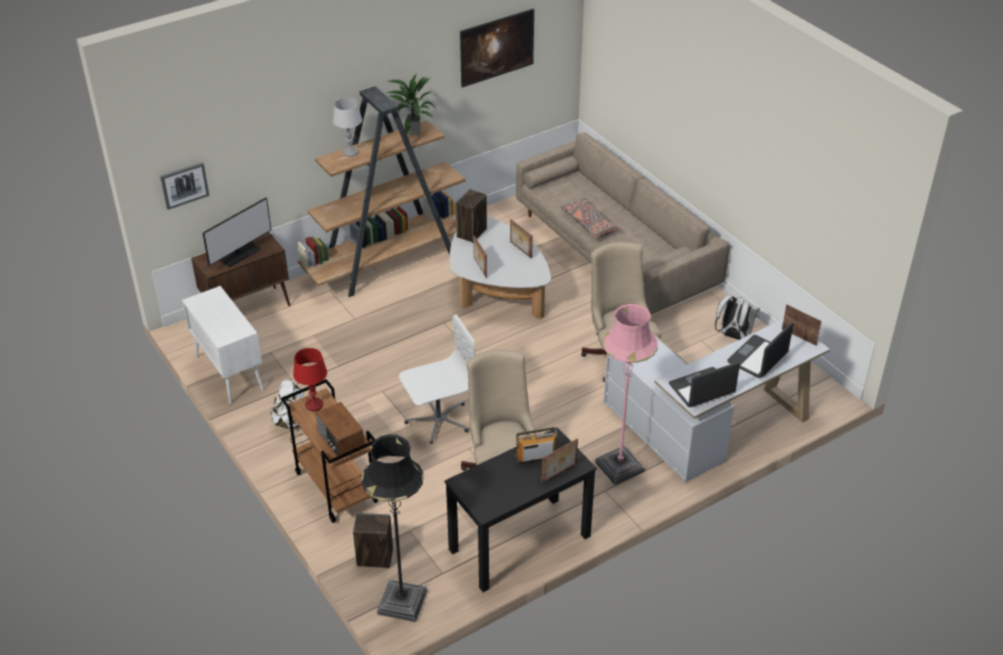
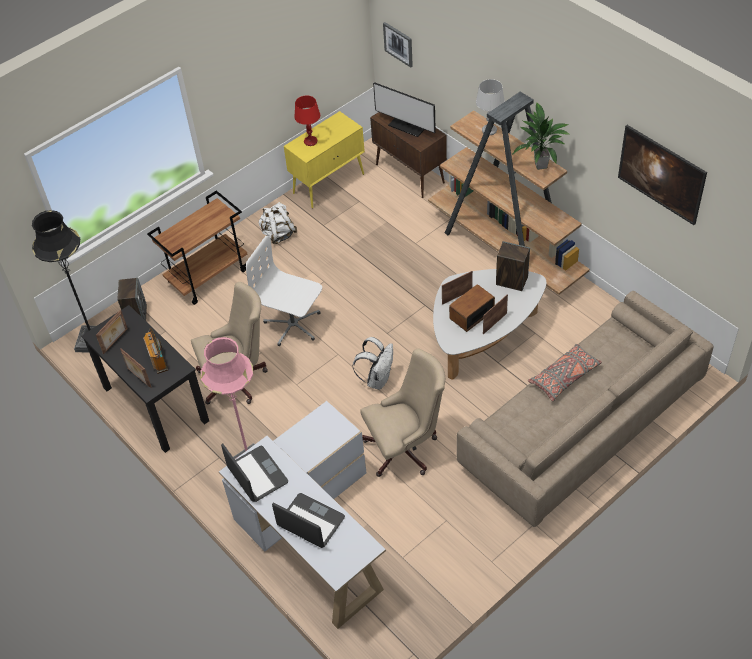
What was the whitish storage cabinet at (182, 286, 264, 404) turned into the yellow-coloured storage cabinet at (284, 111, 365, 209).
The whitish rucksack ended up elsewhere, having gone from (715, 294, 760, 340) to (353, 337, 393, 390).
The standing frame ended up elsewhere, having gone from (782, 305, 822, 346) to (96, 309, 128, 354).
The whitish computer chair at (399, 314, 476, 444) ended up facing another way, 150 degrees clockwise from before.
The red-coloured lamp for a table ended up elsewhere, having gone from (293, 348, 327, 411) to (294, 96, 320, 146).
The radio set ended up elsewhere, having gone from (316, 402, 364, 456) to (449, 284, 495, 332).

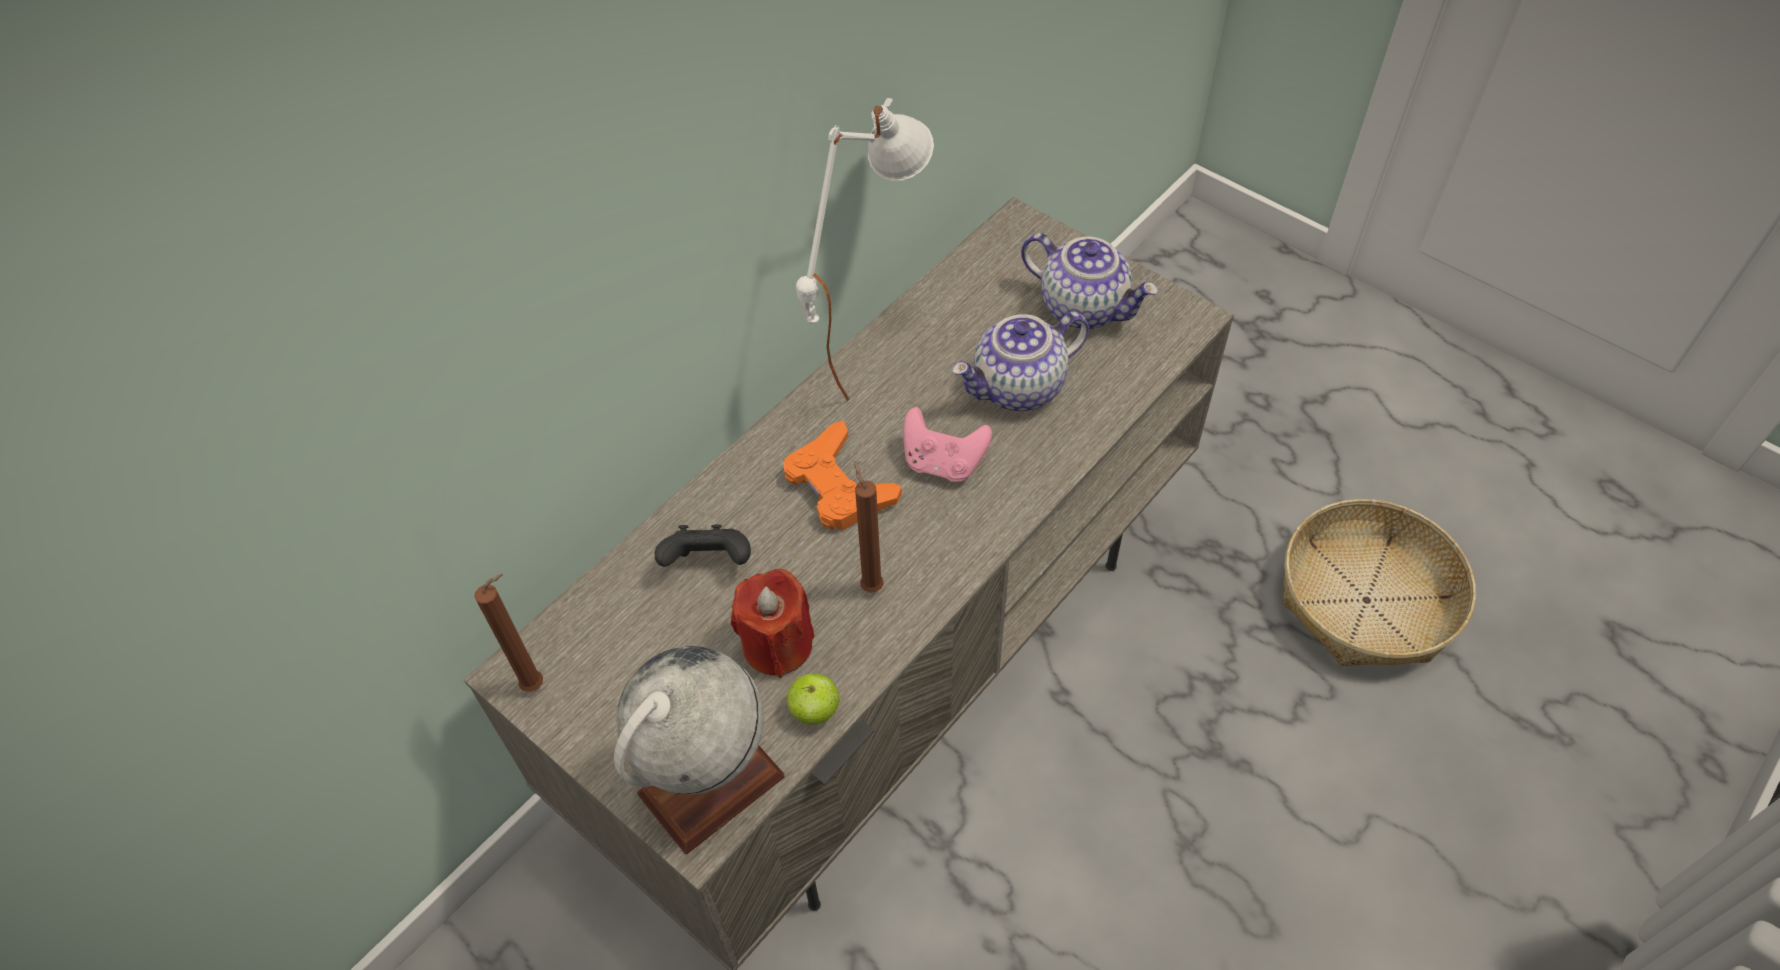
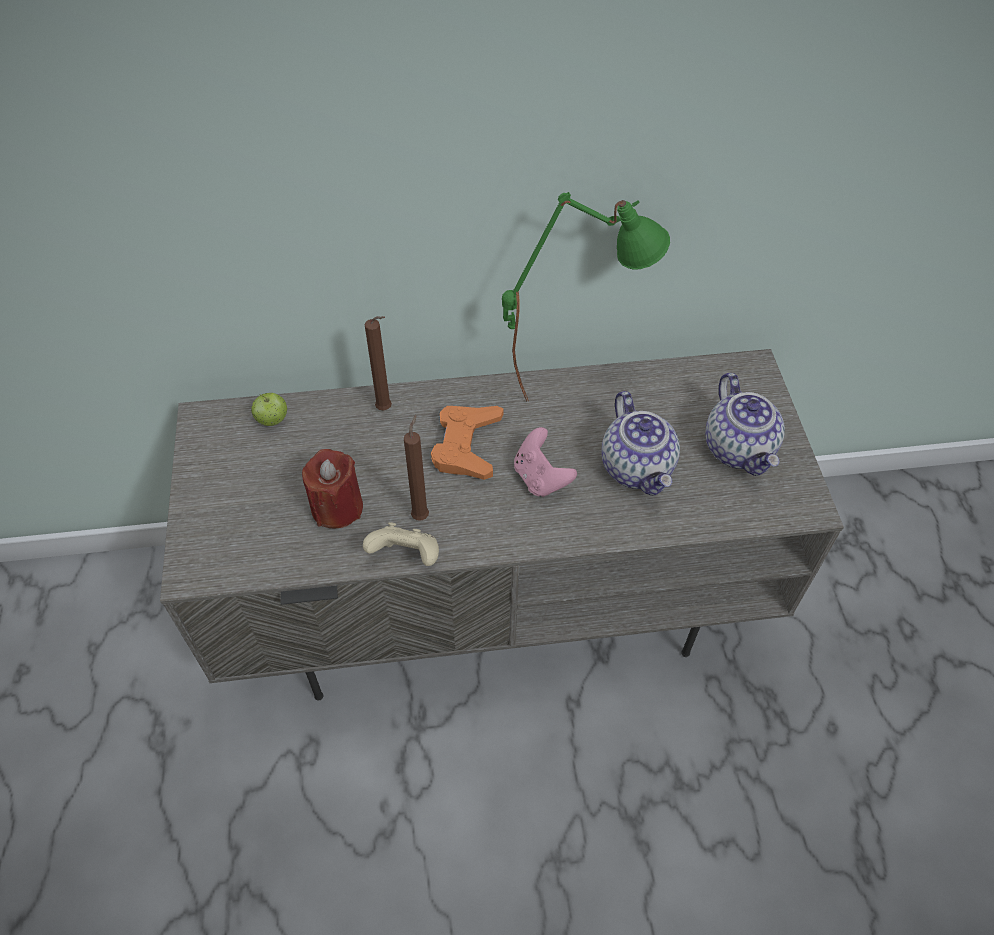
What was the whitish lamp for a table at (796, 98, 934, 401) turned into the greenish lamp for a table at (502, 192, 670, 401).
The teapot at (952, 312, 1089, 411) ended up facing another way, 120 degrees counterclockwise from before.
The second view lost the storage basket at (1283, 499, 1476, 666).
The second view lost the black gamepad at (654, 524, 751, 567).
The brownish wax light ended up elsewhere, having gone from (474, 574, 543, 692) to (365, 316, 392, 411).
The second view lost the desk globe at (614, 646, 785, 854).
The whole apple ended up elsewhere, having gone from (787, 673, 840, 725) to (251, 393, 287, 426).
The second view gained the sand-coloured gamepad at (363, 522, 439, 566).

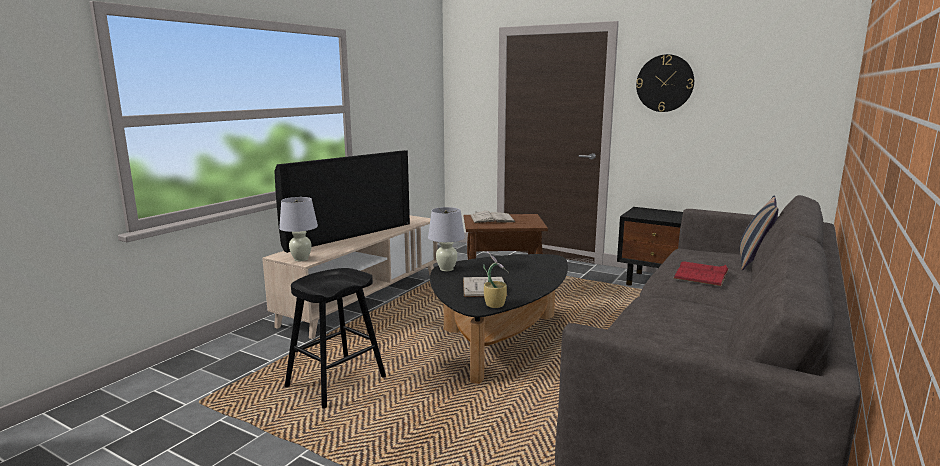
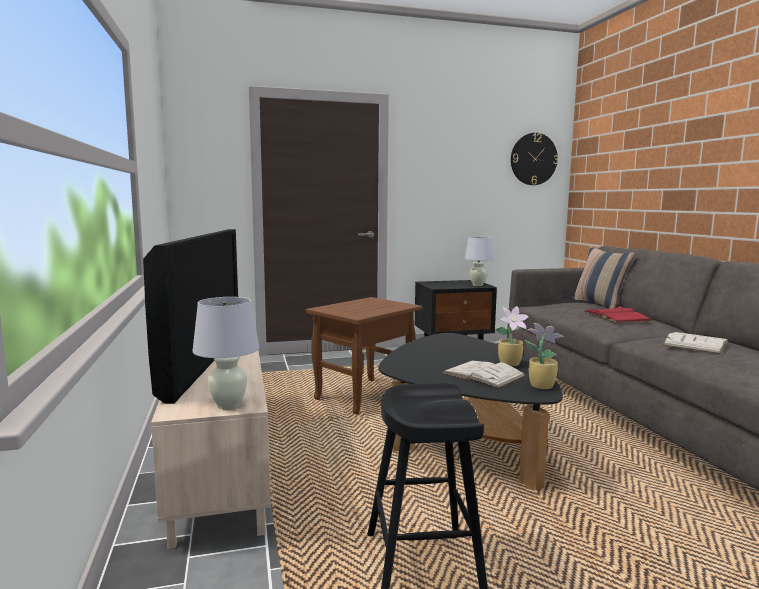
The clock on the wall ended up elsewhere, having gone from (636, 54, 694, 112) to (511, 133, 558, 185).
The whitish lamp for a table ended up elsewhere, having gone from (428, 207, 465, 271) to (464, 237, 494, 286).
The whitish volume ended up elsewhere, having gone from (470, 211, 515, 223) to (663, 332, 728, 354).
The second view gained the plant in a pot at (495, 306, 529, 366).

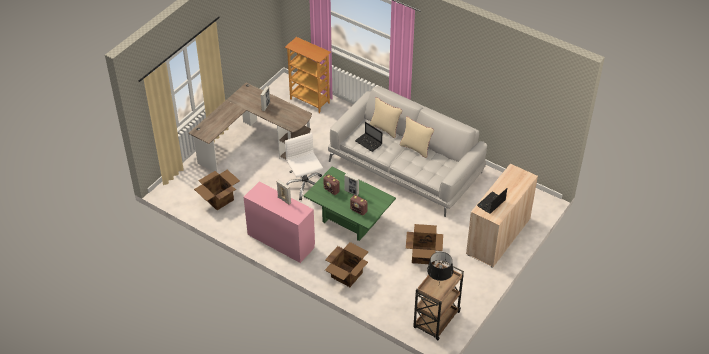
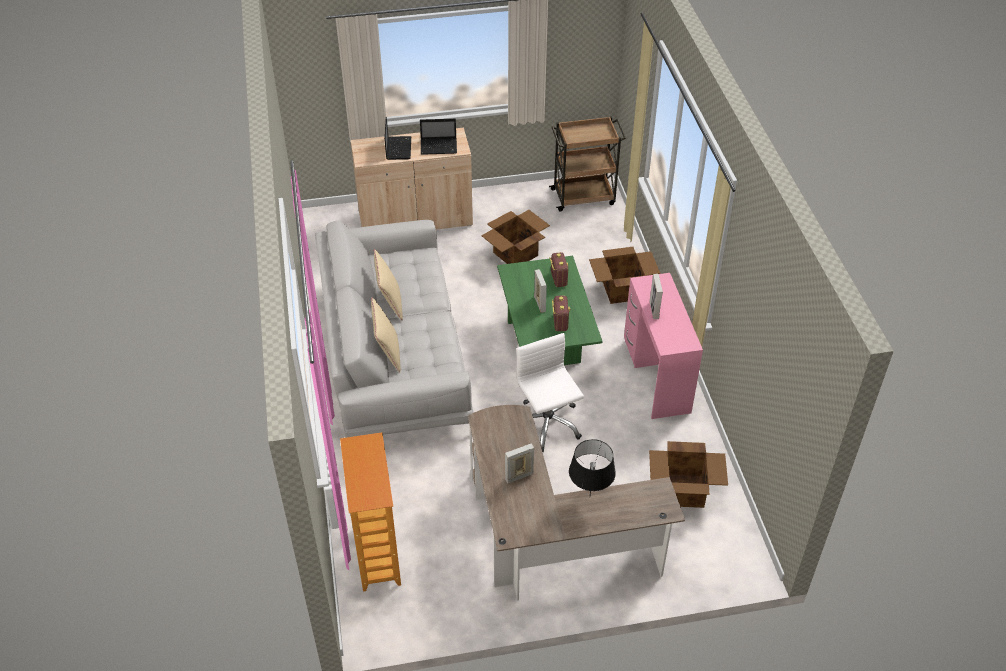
The laptop ended up elsewhere, having gone from (355, 122, 382, 152) to (384, 117, 411, 160).
The whitish computer chair at (285, 133, 323, 201) ended up facing another way, 135 degrees clockwise from before.
The black lamp for a table ended up elsewhere, having gone from (427, 252, 454, 282) to (569, 439, 616, 494).

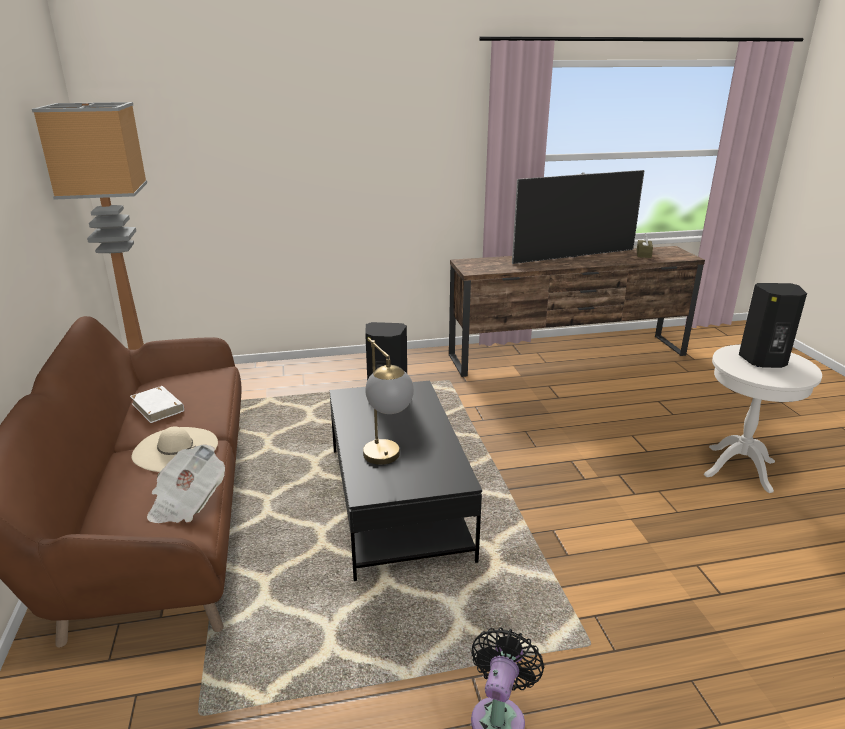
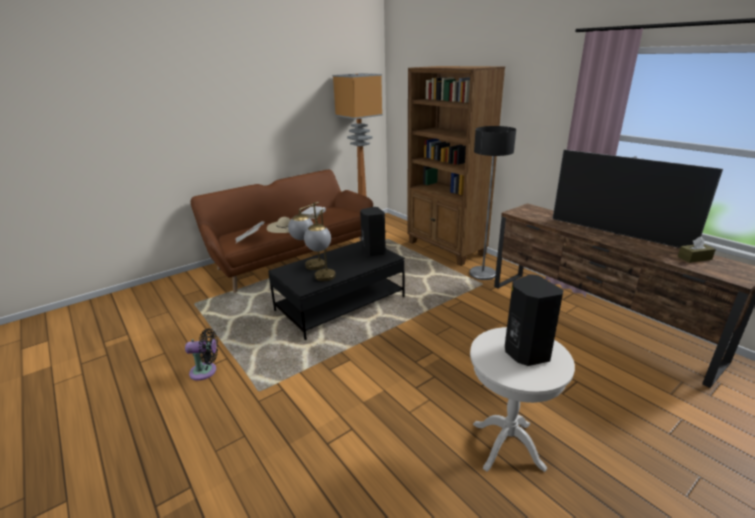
The second view gained the brownish bookshelf at (407, 66, 505, 266).
The second view gained the standing lamp at (469, 126, 516, 280).
The second view gained the lamp for a table at (304, 209, 336, 281).

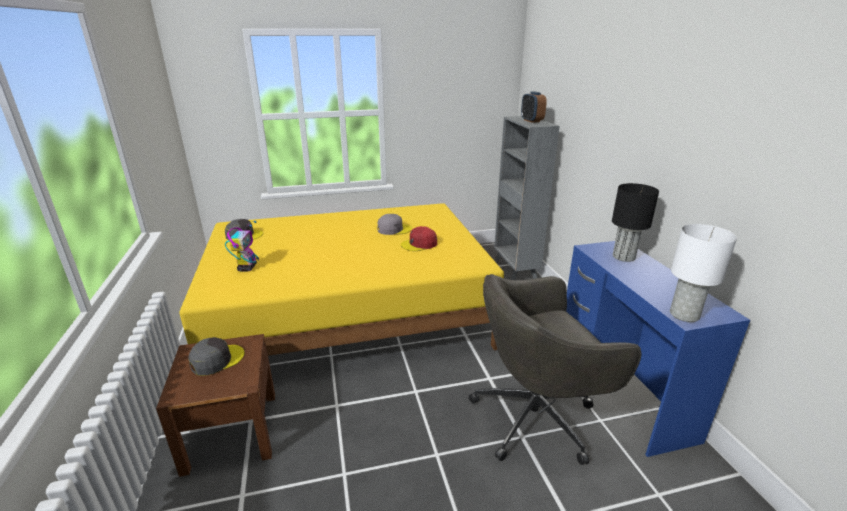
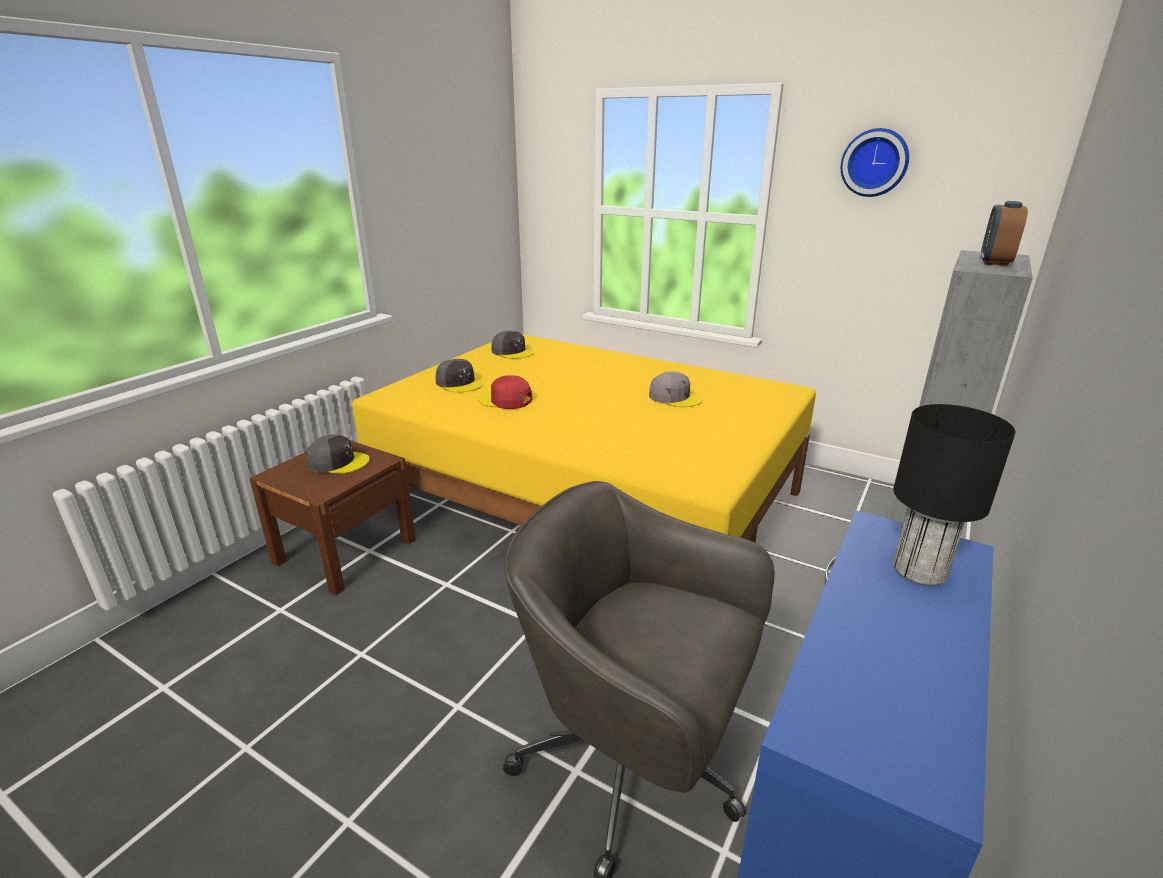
Where the robot figure stood at (225, 221, 259, 272), the greyish baseball cap came to stand at (435, 359, 483, 393).
The second view lost the whitish lamp for a table at (670, 224, 737, 322).
The red-coloured baseball cap ended up elsewhere, having gone from (401, 226, 437, 251) to (478, 375, 532, 409).
The second view gained the clock on the wall at (841, 128, 909, 197).

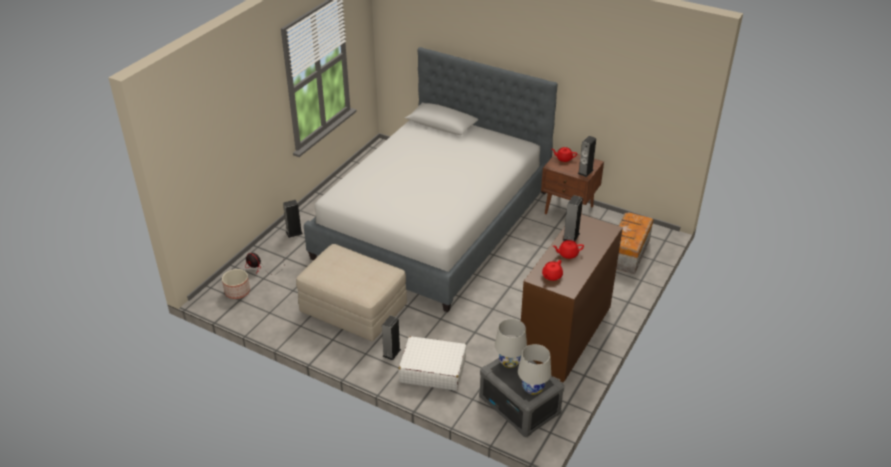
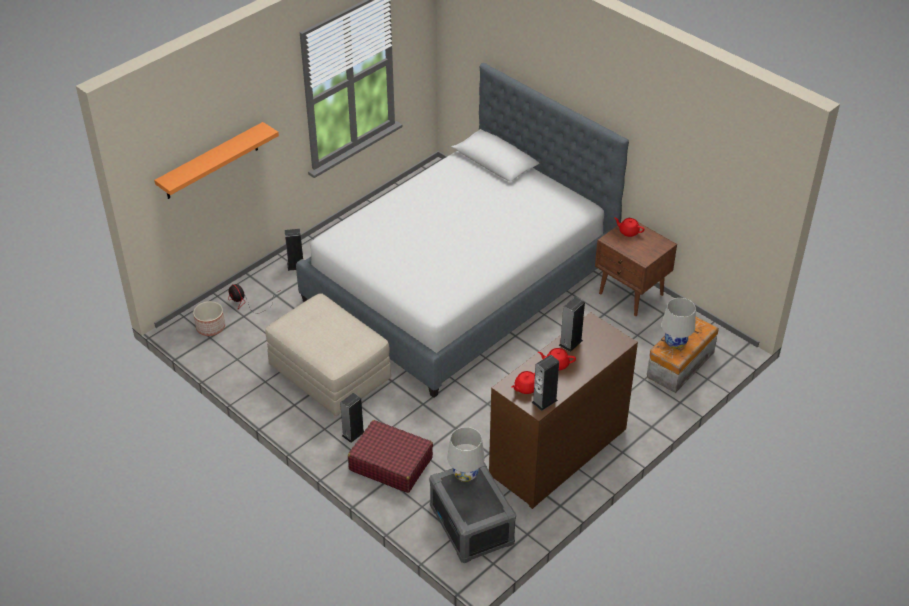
The audio speaker ended up elsewhere, having gone from (578, 136, 596, 177) to (532, 355, 559, 411).
What was the whitish suitcase at (399, 336, 467, 391) turned into the red-coloured suitcase at (348, 420, 433, 493).
The whitish lamp for a table ended up elsewhere, having gone from (518, 344, 551, 395) to (661, 298, 696, 349).
The second view gained the orangey shelf at (154, 122, 279, 199).

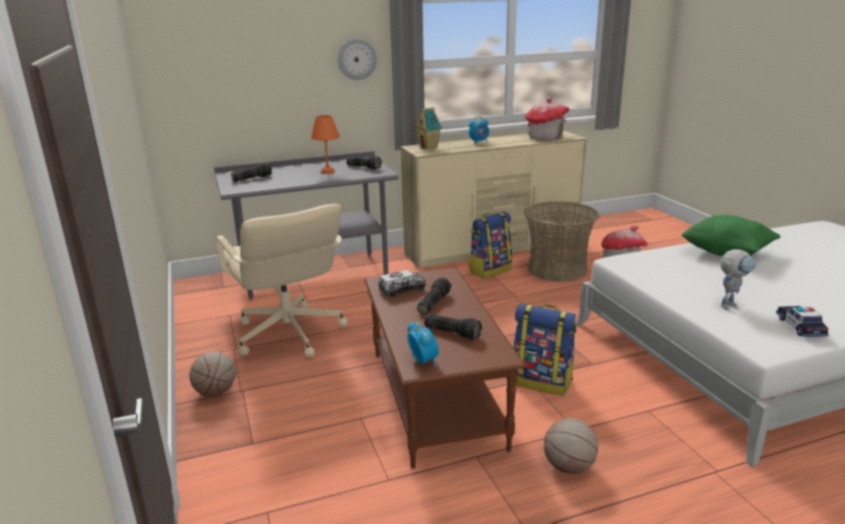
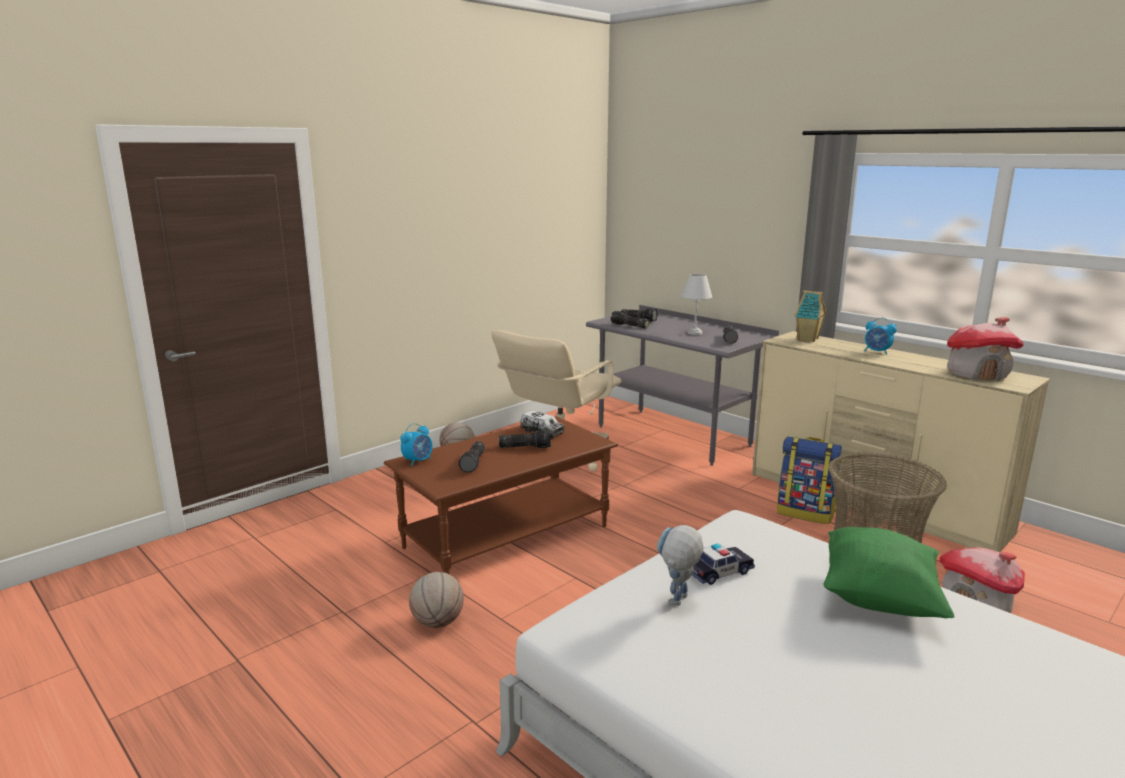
The second view lost the clock on the wall at (338, 38, 377, 80).
What was the orangey lamp for a table at (311, 115, 340, 174) turned into the whitish lamp for a table at (682, 274, 712, 335).
The robot figure at (721, 249, 756, 310) ended up facing another way, 90 degrees clockwise from before.
The second view lost the rucksack at (513, 304, 576, 396).
The toy car ended up elsewhere, having gone from (776, 306, 829, 337) to (692, 544, 755, 585).
The second view gained the torch at (611, 311, 649, 328).

